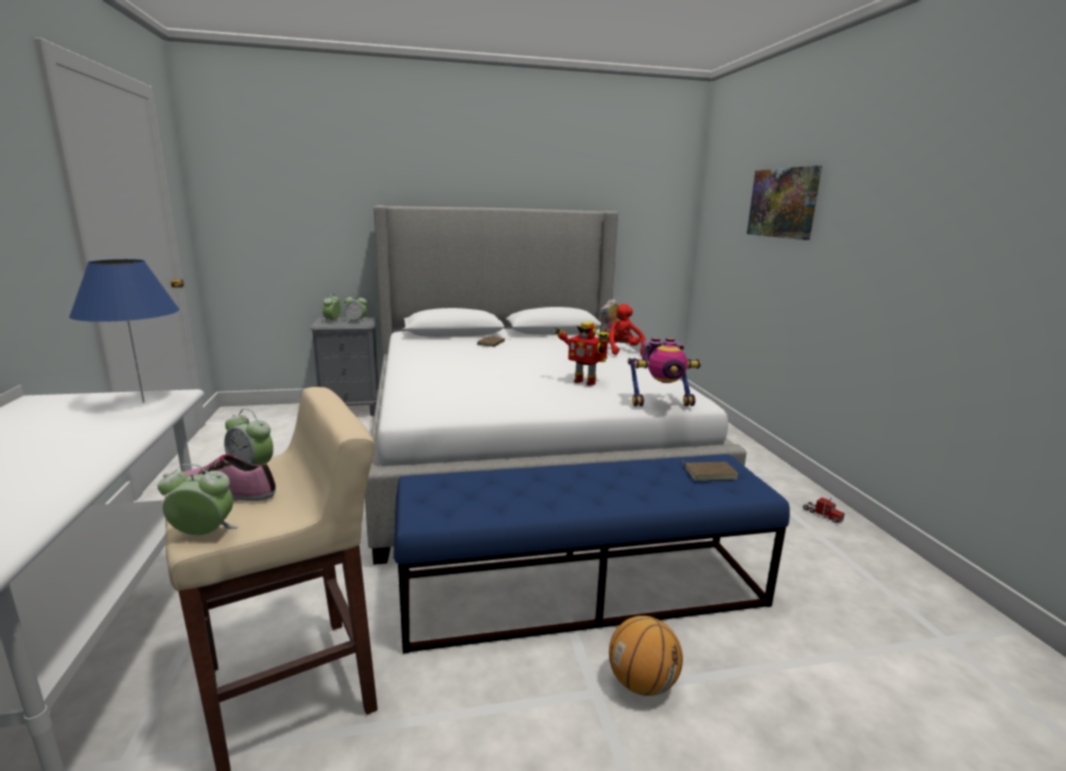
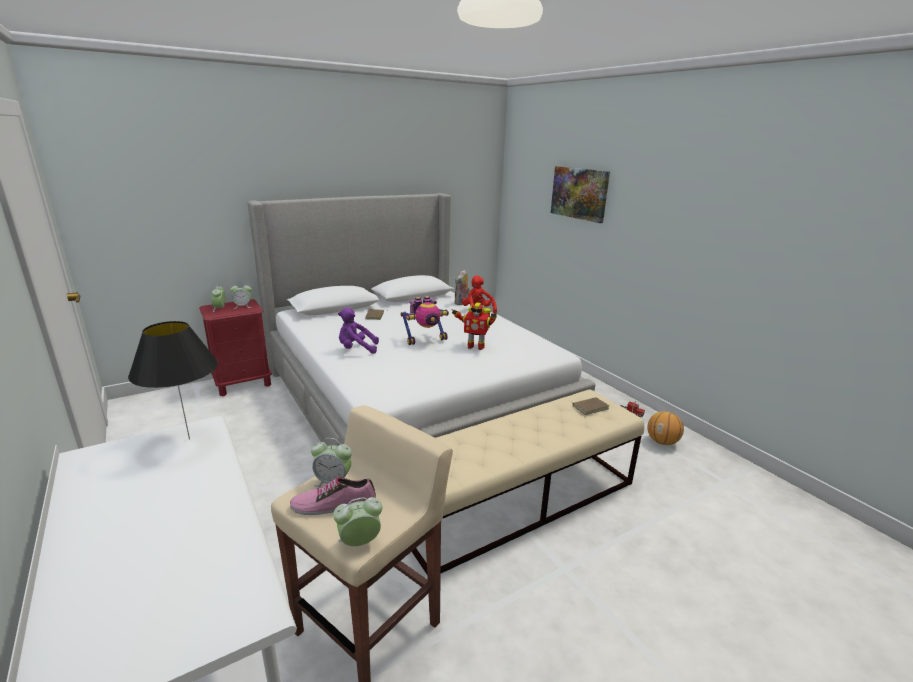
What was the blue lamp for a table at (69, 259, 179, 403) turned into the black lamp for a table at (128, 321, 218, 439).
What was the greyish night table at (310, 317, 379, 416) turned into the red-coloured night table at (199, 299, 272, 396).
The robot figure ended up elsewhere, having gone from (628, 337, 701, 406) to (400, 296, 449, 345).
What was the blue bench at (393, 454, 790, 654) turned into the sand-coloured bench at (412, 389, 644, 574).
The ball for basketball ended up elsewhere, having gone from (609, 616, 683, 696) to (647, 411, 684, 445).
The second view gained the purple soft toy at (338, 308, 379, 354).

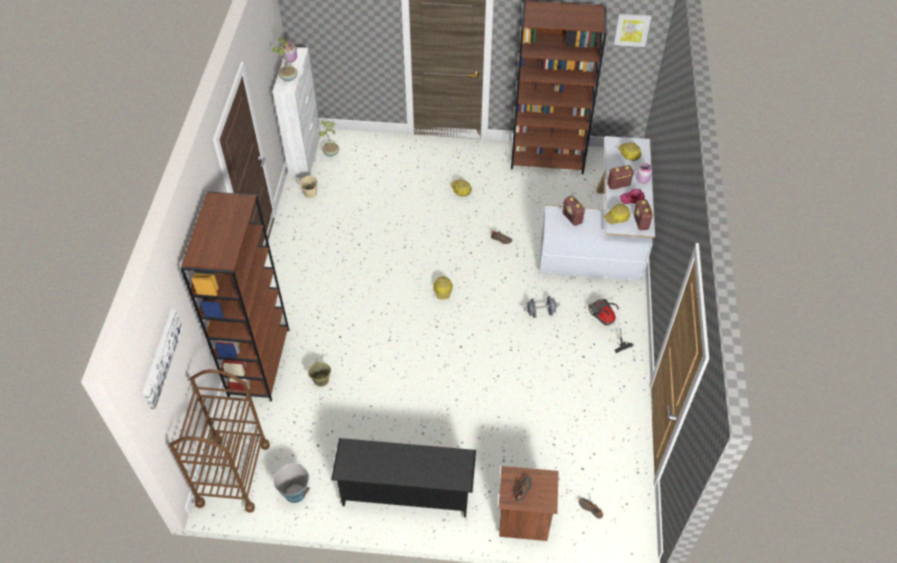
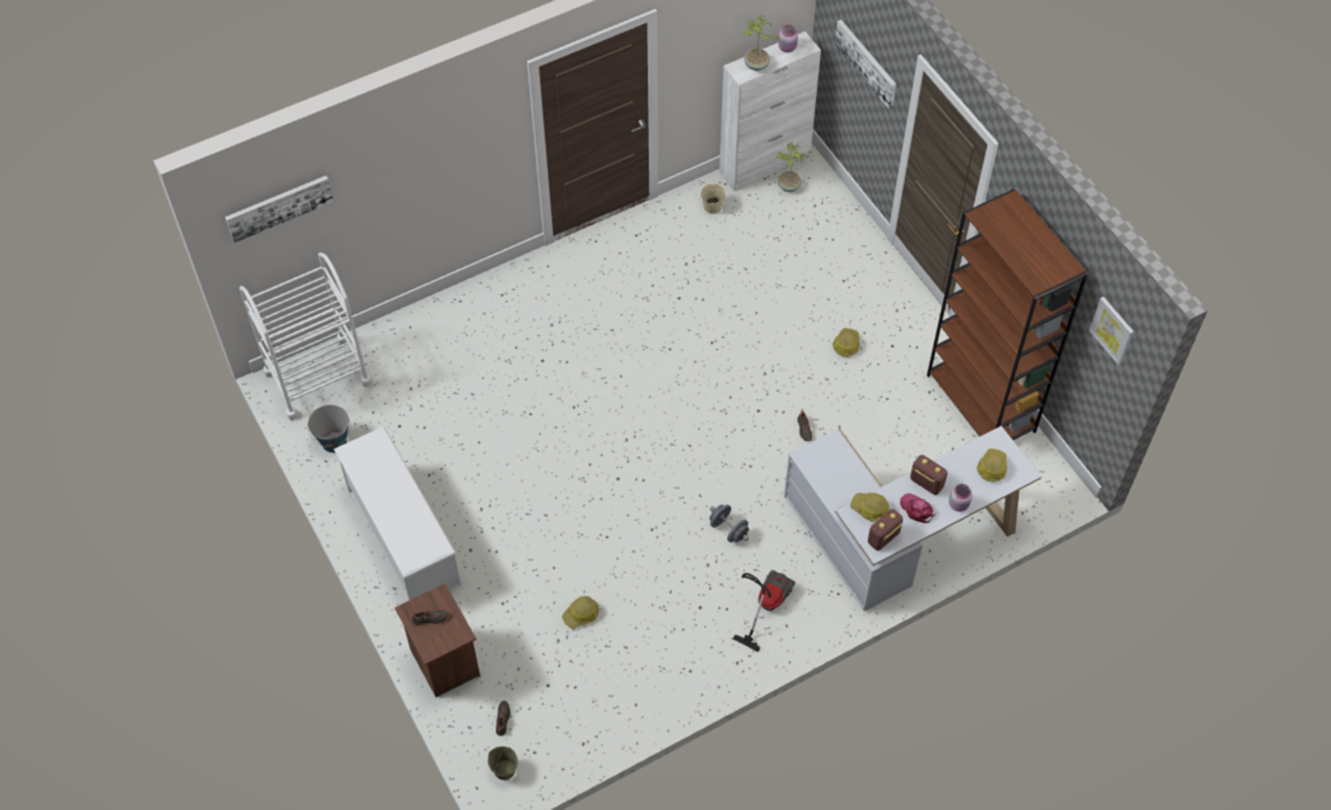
The second view lost the brownish bookshelf at (181, 191, 289, 402).
The second view lost the radio set at (562, 196, 585, 226).
The hard hat ended up elsewhere, having gone from (433, 276, 453, 300) to (562, 596, 599, 629).
The sand-coloured pail ended up elsewhere, having gone from (308, 362, 331, 387) to (488, 746, 518, 780).
What was the brownish cart at (169, 369, 270, 513) turned into the whitish cart at (239, 253, 372, 421).
What was the black shoe rack at (331, 438, 476, 517) turned into the whitish shoe rack at (334, 426, 461, 600).
The second view gained the wall picture at (835, 20, 896, 109).

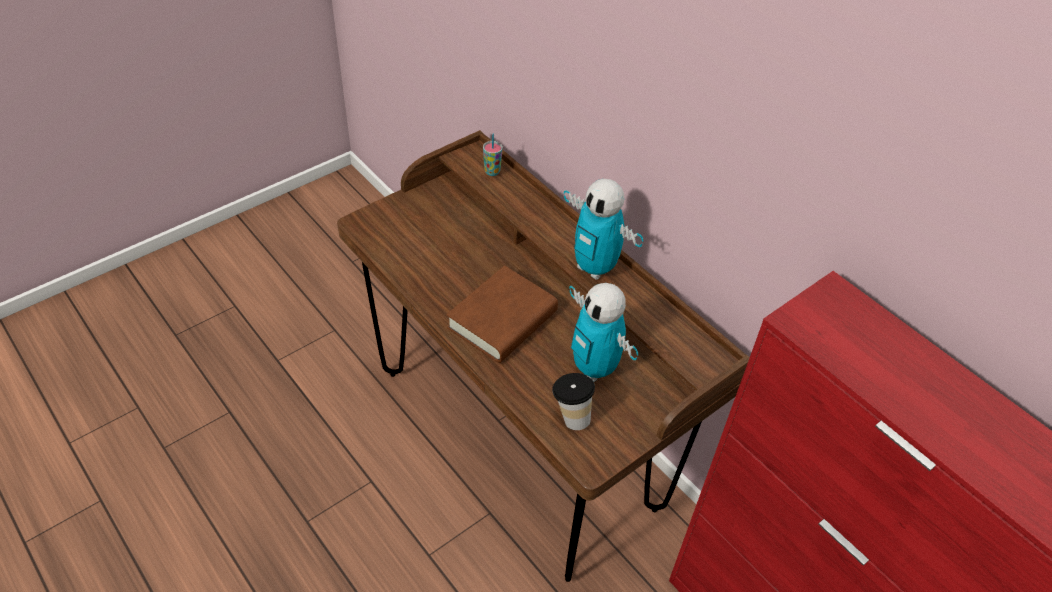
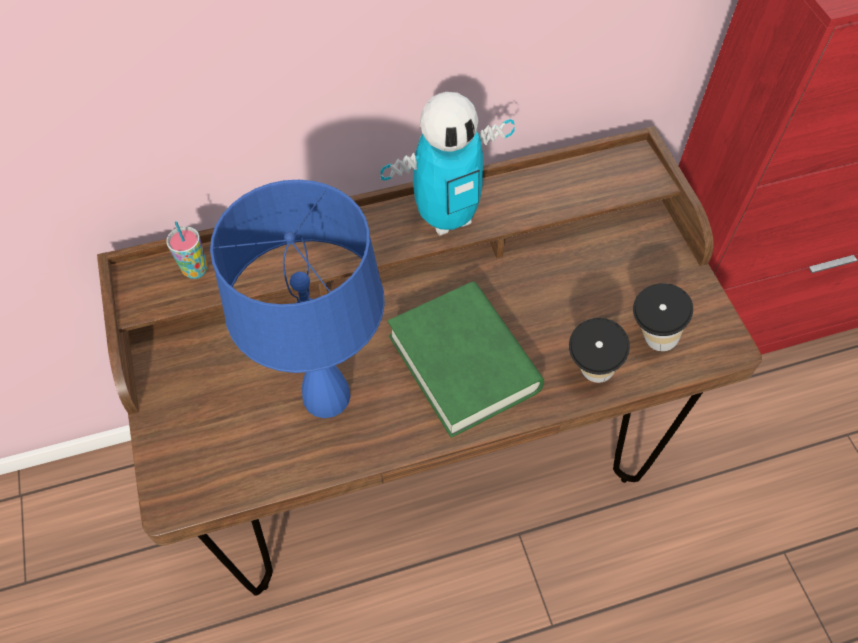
What was the brownish volume at (447, 266, 558, 363) turned into the greenish volume at (388, 282, 544, 438).
The second view lost the robot figure at (569, 283, 638, 382).
The second view gained the blue lamp for a table at (210, 180, 385, 418).
The second view gained the cup at (569, 318, 630, 383).

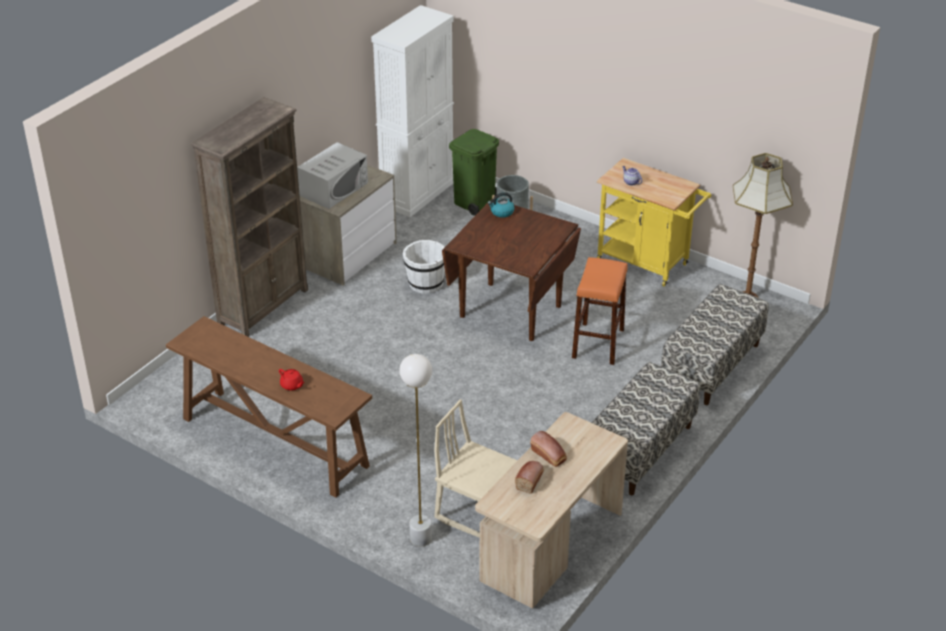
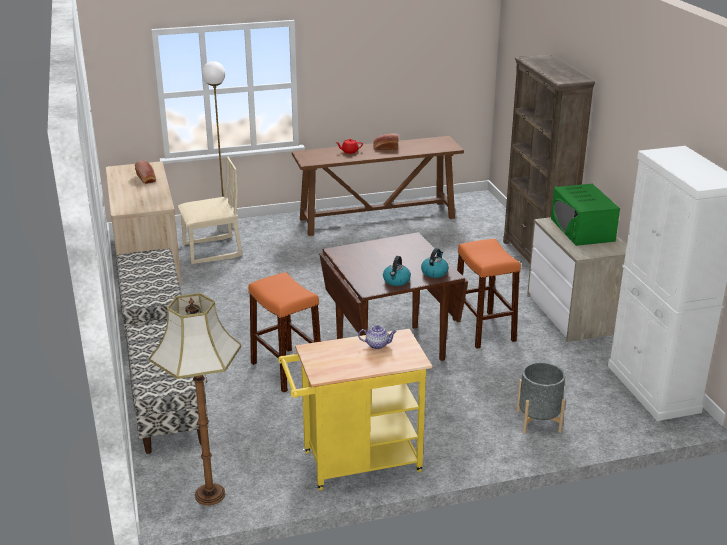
The second view lost the greenish rubbish bin at (449, 129, 499, 216).
What was the whitish microwave at (297, 142, 368, 209) turned into the greenish microwave at (551, 184, 620, 246).
Where the whitish pail stood at (403, 240, 445, 294), the orangey stool seat came to stand at (452, 239, 521, 349).
The bread ended up elsewhere, having gone from (530, 431, 567, 467) to (373, 134, 399, 150).
The second view gained the tea kettle at (383, 256, 411, 286).

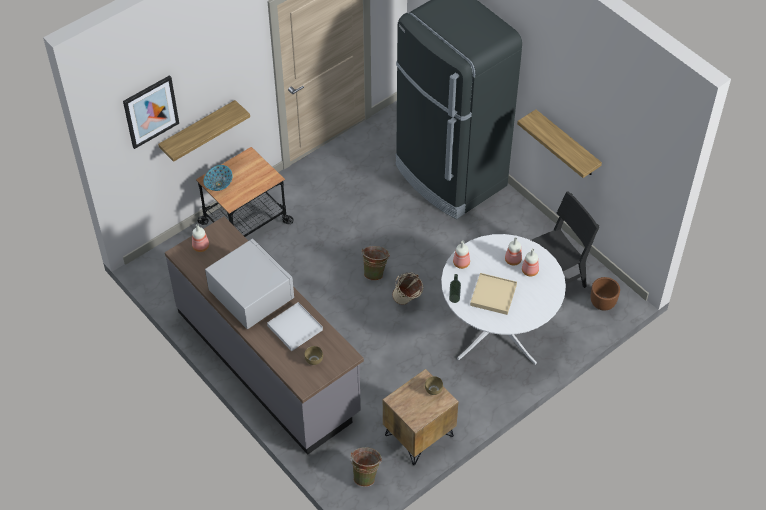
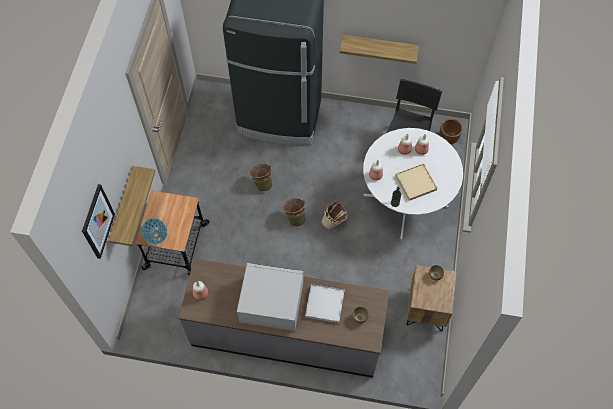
The greenish pail ended up elsewhere, having gone from (350, 447, 382, 487) to (250, 164, 272, 192).

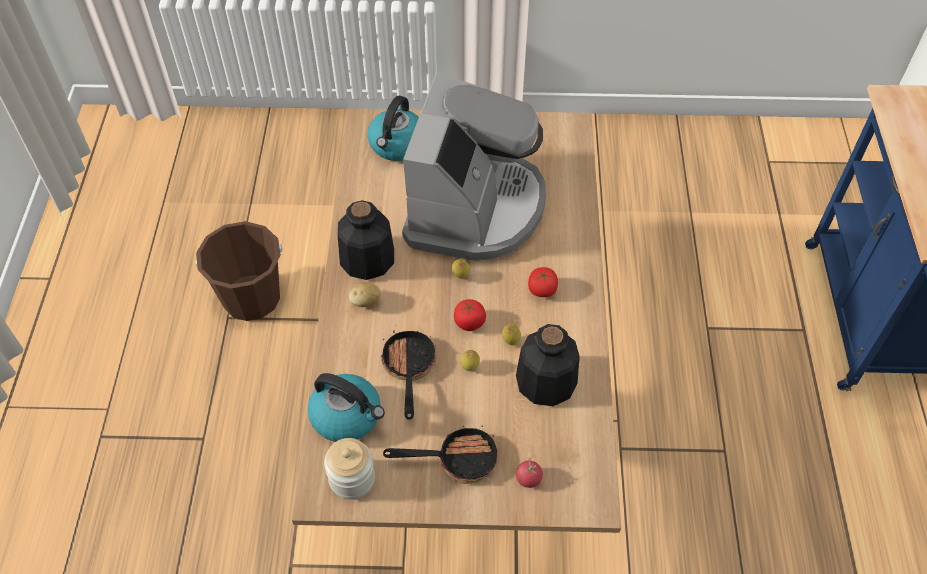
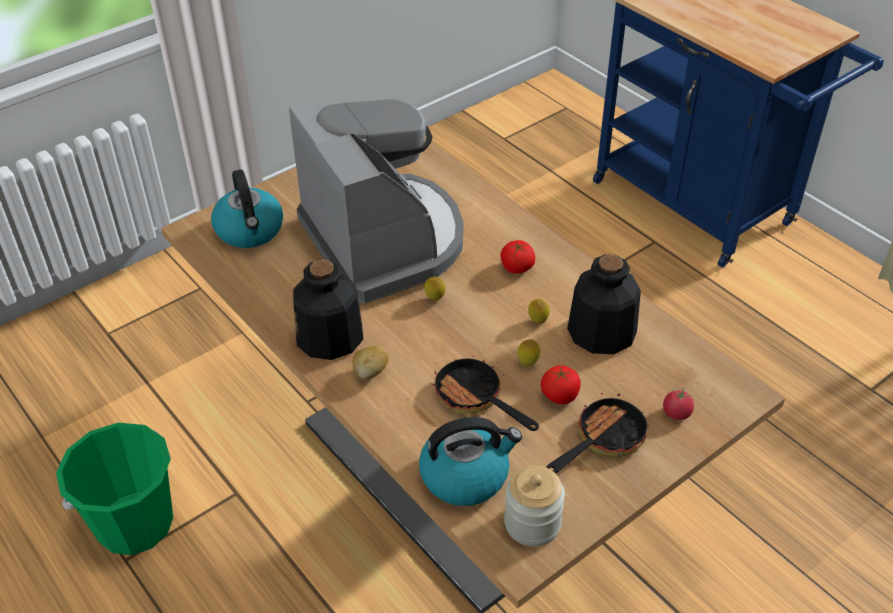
What was the brownish pail at (195, 221, 282, 321) turned into the greenish pail at (56, 423, 173, 555).
The fresh tomato ended up elsewhere, having gone from (454, 299, 486, 331) to (541, 365, 581, 404).

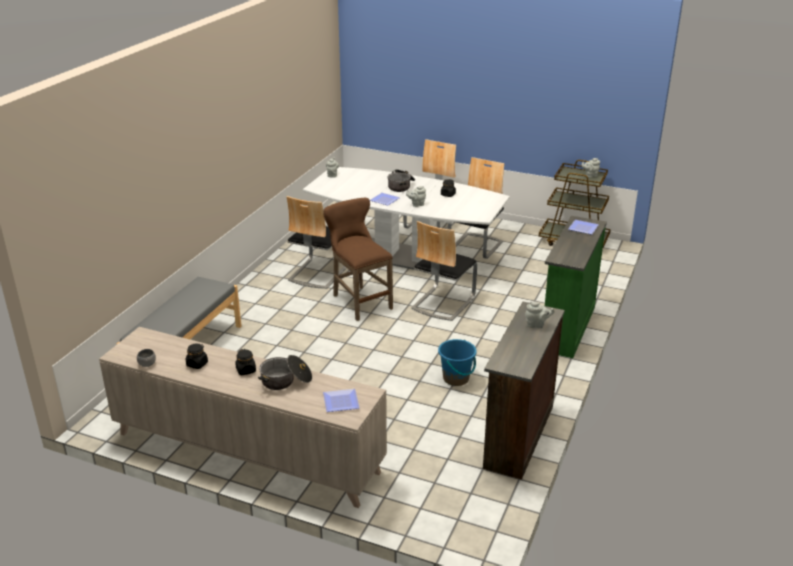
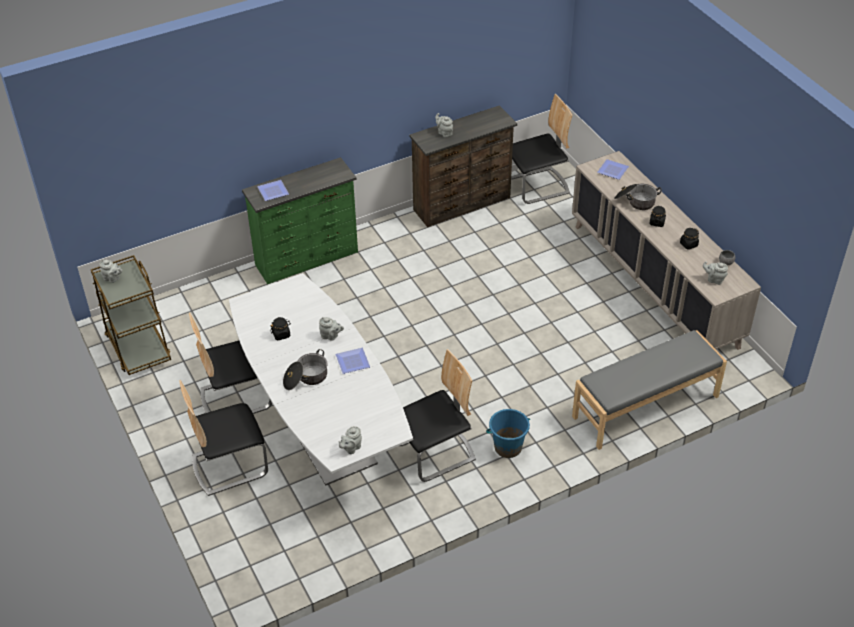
The second view lost the brownish stool seat at (323, 197, 393, 321).
The plain chair ended up elsewhere, having gone from (411, 221, 477, 321) to (511, 94, 573, 204).
The blue pail ended up elsewhere, having gone from (438, 339, 477, 386) to (486, 409, 530, 458).
The second view gained the greyish teapot at (703, 261, 728, 285).

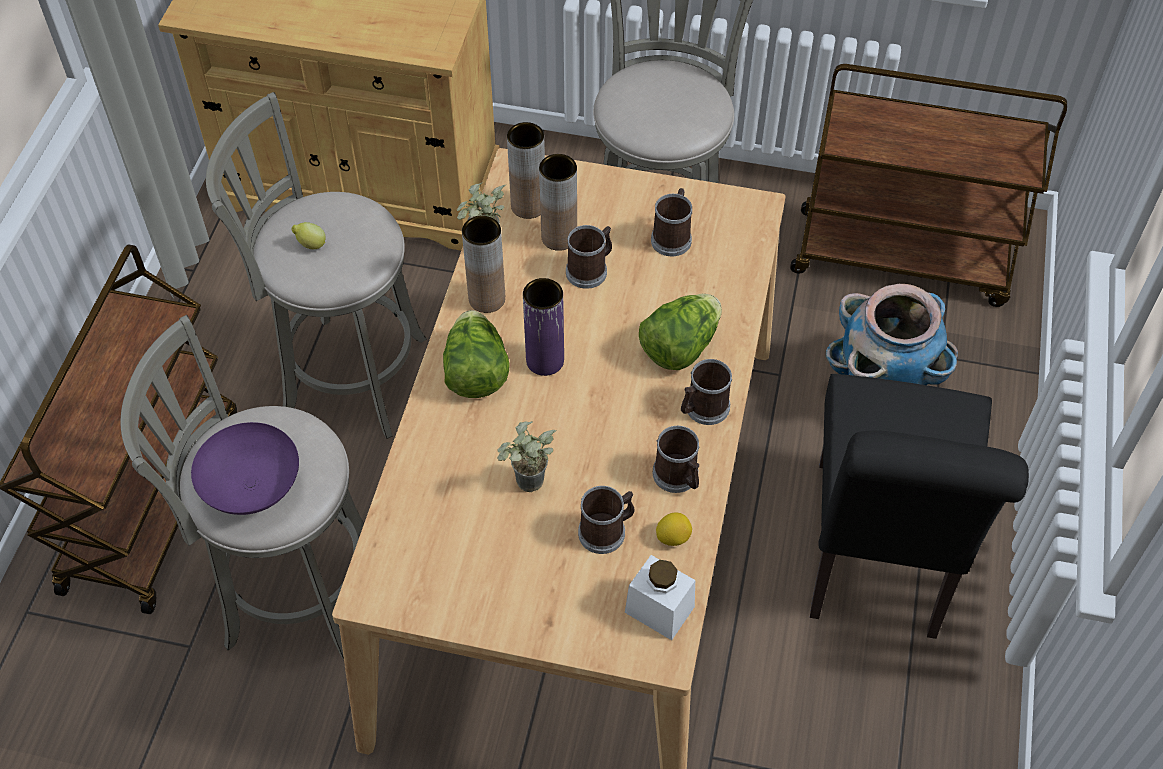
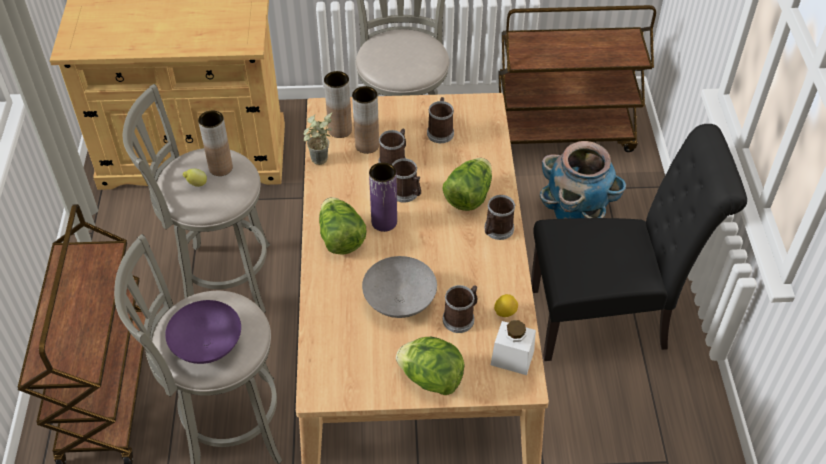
The brownish flower vase ended up elsewhere, having gone from (462, 216, 505, 313) to (198, 110, 233, 176).
The black plain chair at (810, 374, 1029, 639) ended up facing another way, 90 degrees counterclockwise from before.
Where the plant in a pot stood at (497, 421, 557, 492), the greyish serving bowl came to stand at (362, 256, 437, 318).
The tea mug ended up elsewhere, having gone from (653, 426, 700, 493) to (392, 158, 421, 202).
The second view gained the head of lettuce at (396, 337, 465, 395).

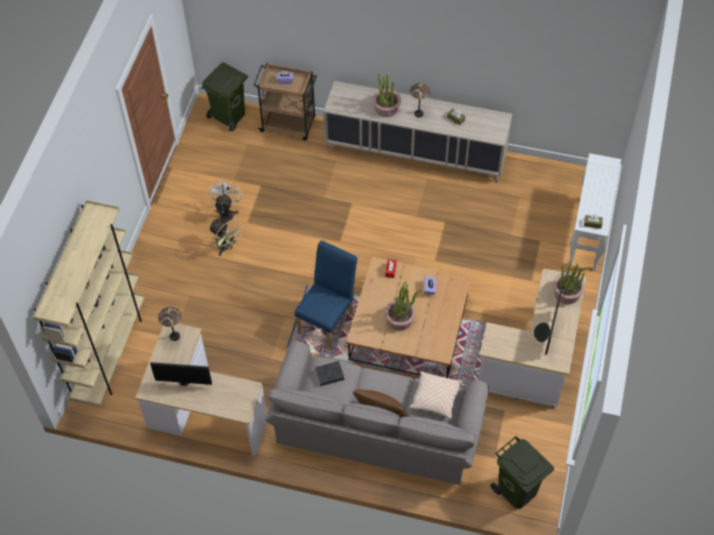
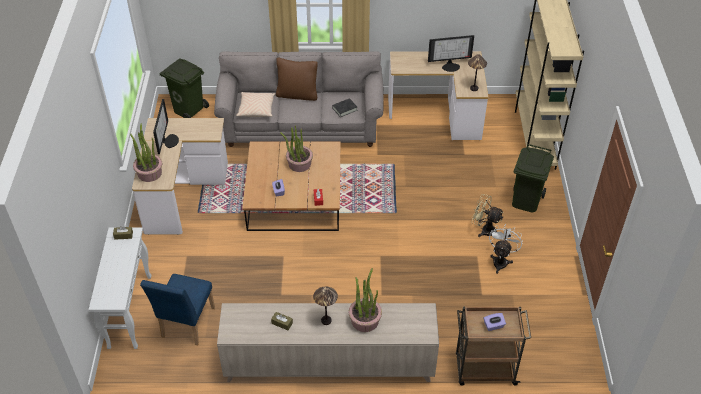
The greenish rubbish bin ended up elsewhere, having gone from (201, 62, 248, 131) to (512, 144, 554, 212).
The whitish fan at (209, 179, 242, 223) ended up facing another way, 150 degrees counterclockwise from before.
The blue plain chair ended up elsewhere, having gone from (294, 241, 357, 349) to (140, 274, 215, 345).

